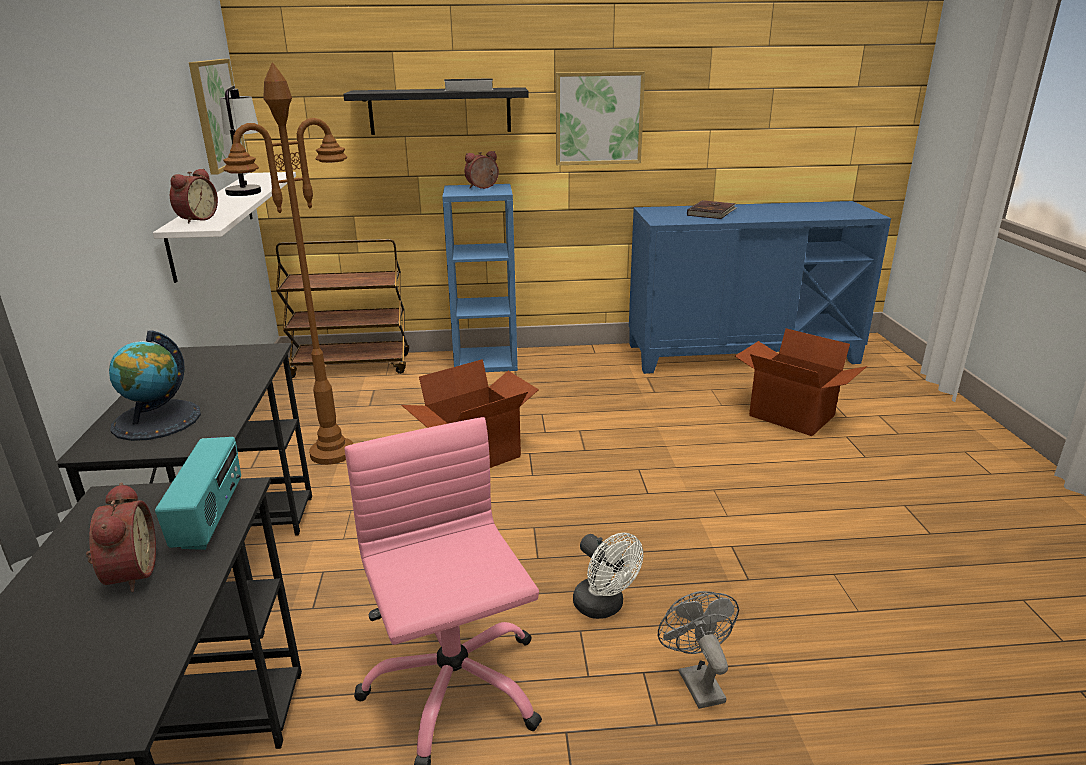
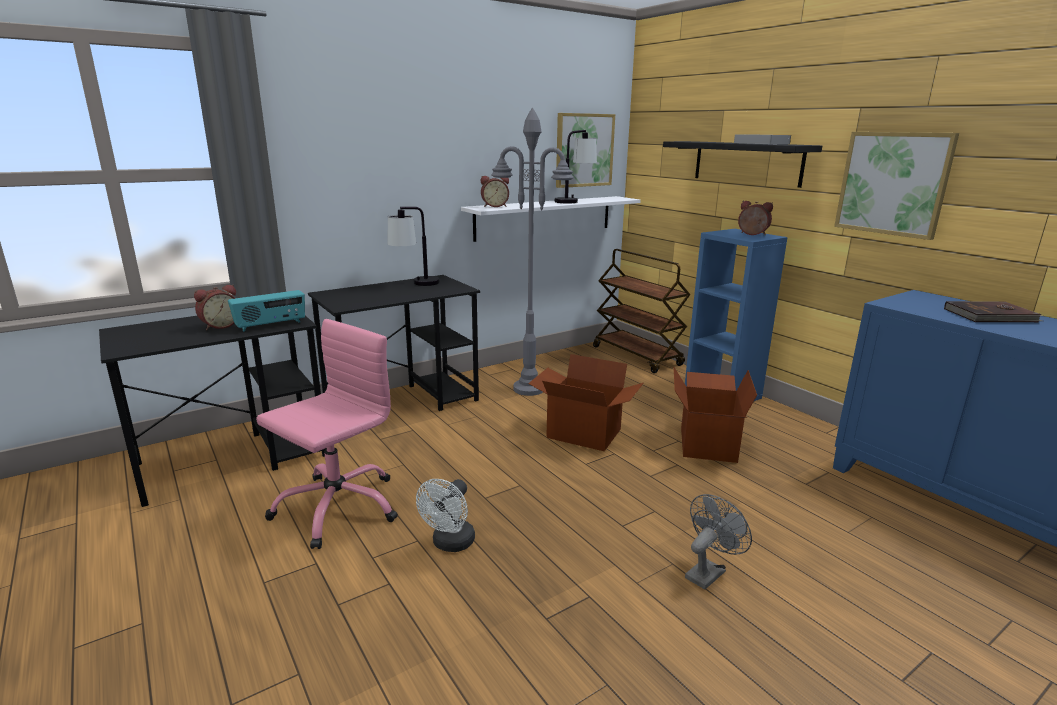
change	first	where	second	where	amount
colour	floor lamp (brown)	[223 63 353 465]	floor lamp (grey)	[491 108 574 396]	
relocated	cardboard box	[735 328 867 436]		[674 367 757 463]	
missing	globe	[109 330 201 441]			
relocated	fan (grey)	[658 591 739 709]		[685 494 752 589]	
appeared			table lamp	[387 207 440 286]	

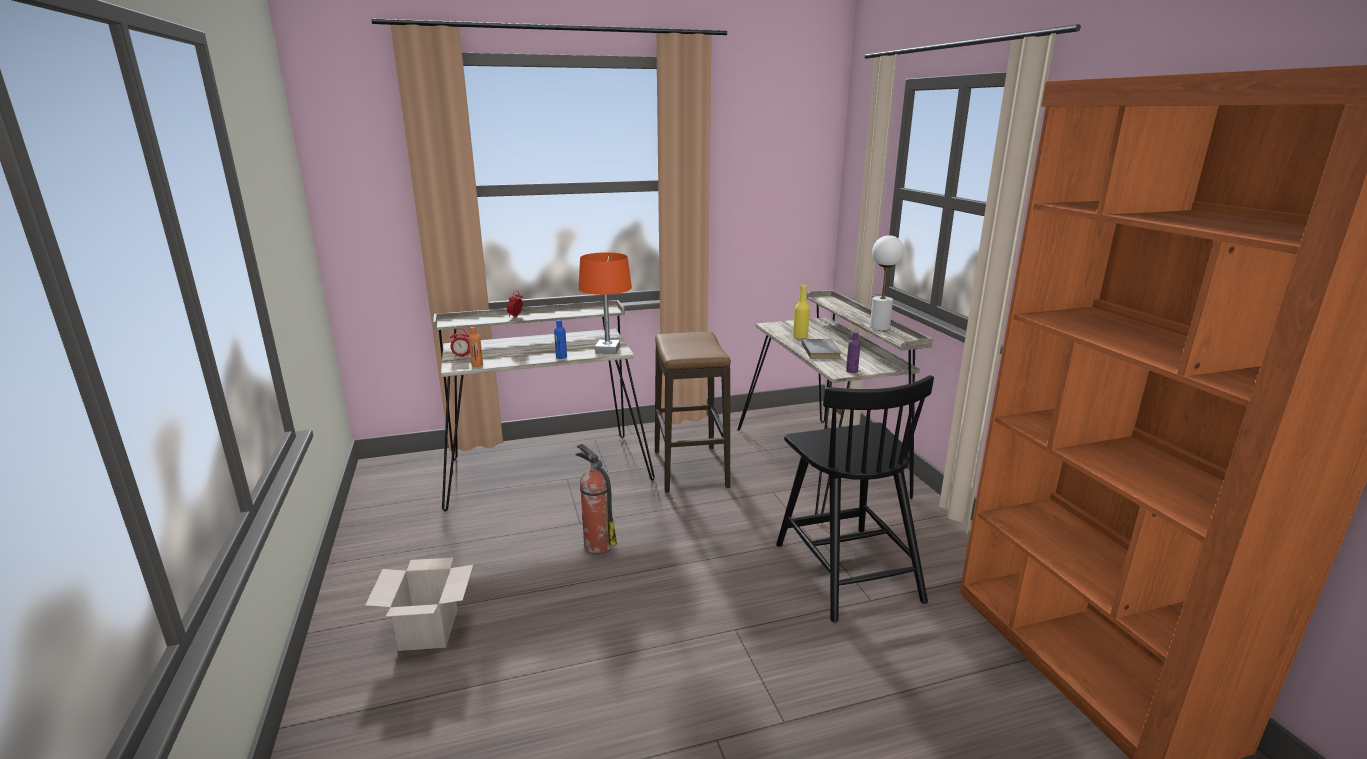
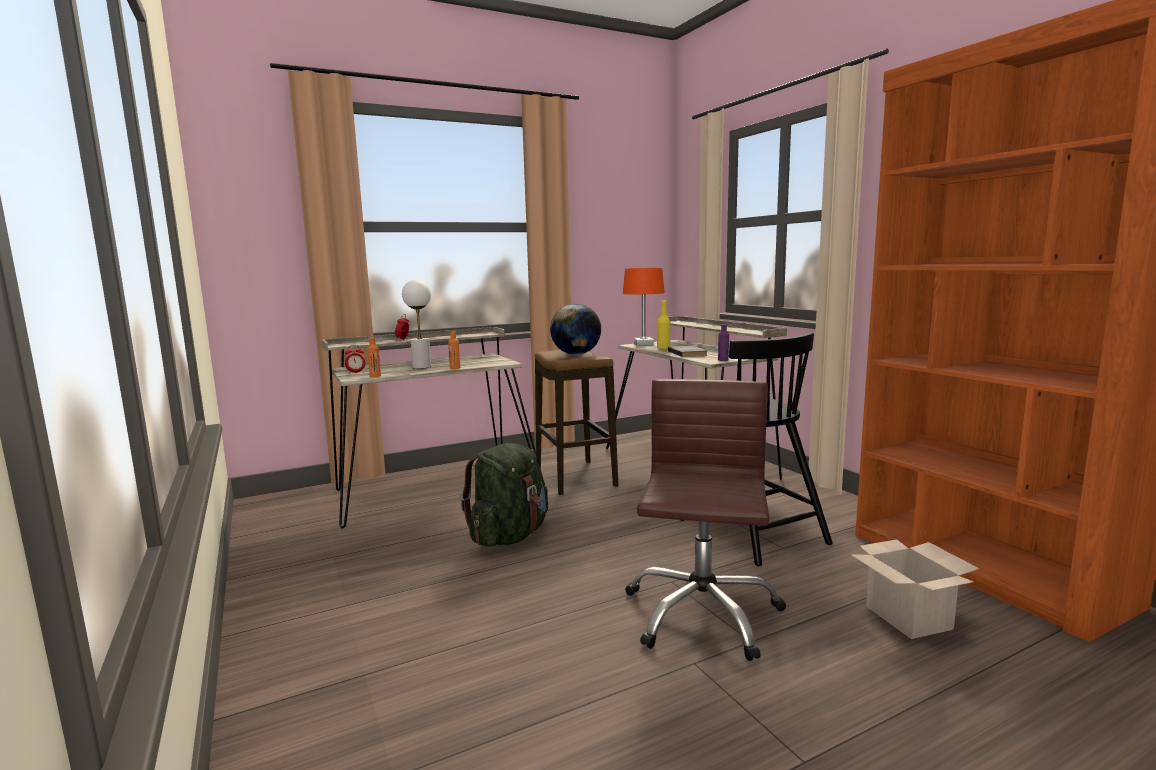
change	first	where	second	where	amount
relocated	table lamp (white)	[870 235 904 331]		[402 280 431 369]	
relocated	table lamp (orange)	[578 252 632 354]		[623 268 665 346]	
colour	bottle (blue)	[554 320 567 359]	bottle (orange)	[448 331 460 369]	
exchanged	fire extinguisher	[576 444 617 553]	backpack (green)	[461 443 548 547]	
relocated	cardboard box	[365 558 473 651]		[851 539 980 639]	
appeared			globe	[550 304 601 355]	
appeared			office chair (brown)	[625 379 786 661]	

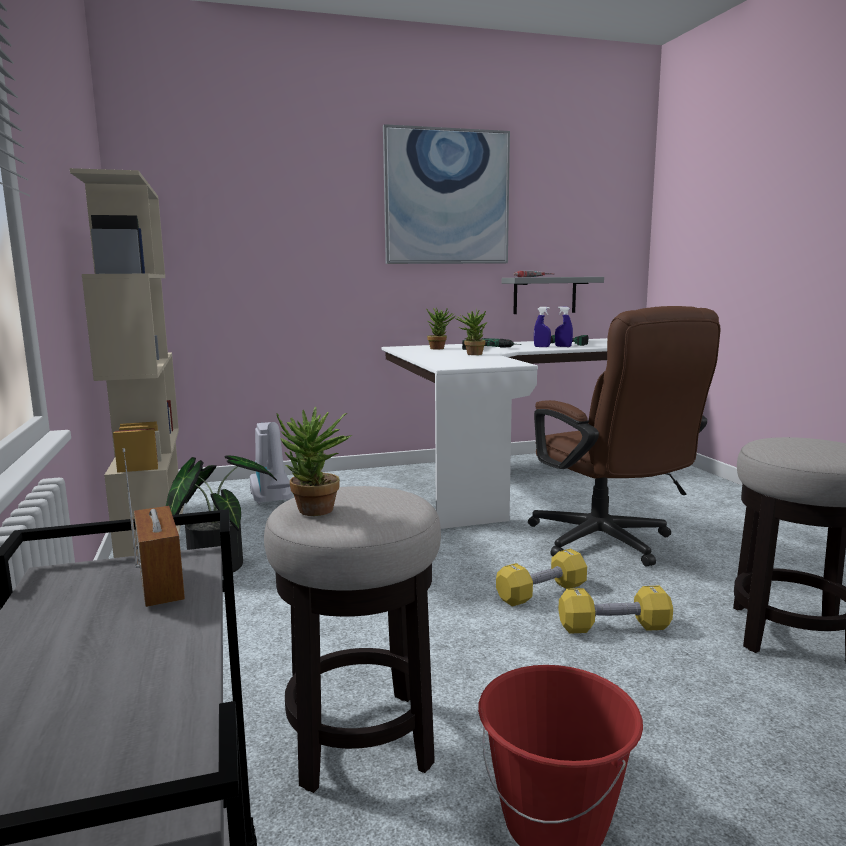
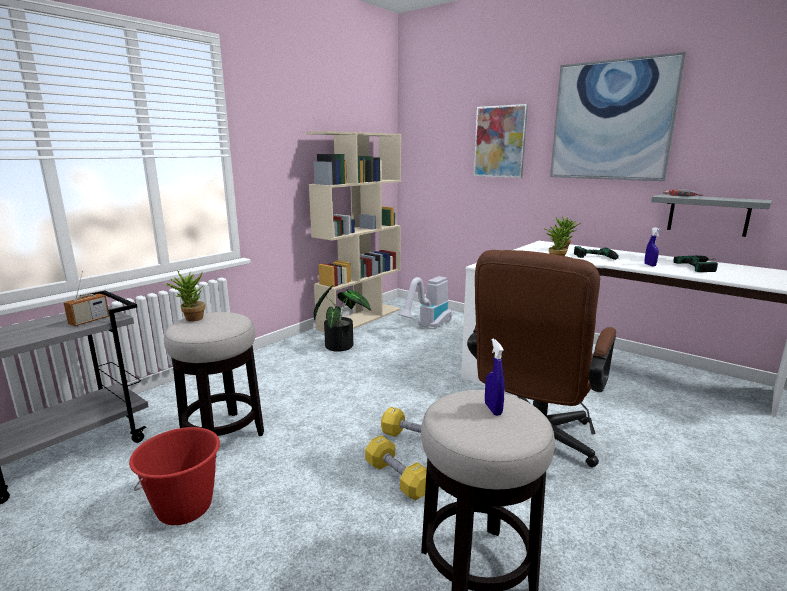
change	first	where	second	where	amount
relocated	spray bottle (blue)	[555 306 573 347]		[485 339 505 416]	
appeared			picture	[474 104 528 178]	

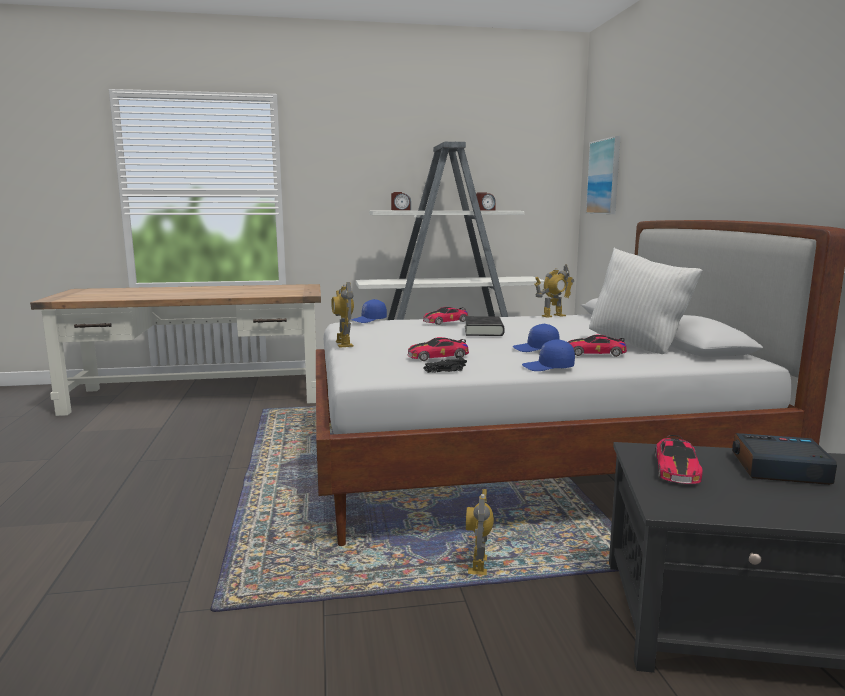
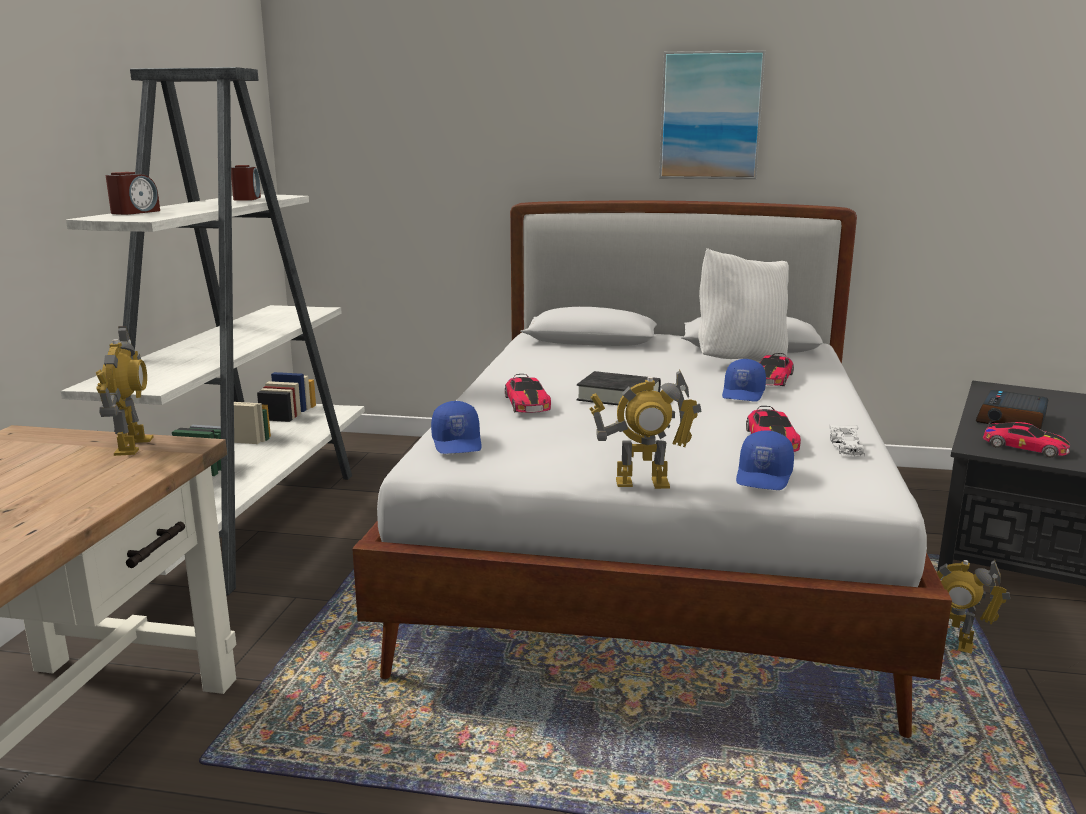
change	first	where	second	where	amount
relocated	picture	[586 136 621 214]		[659 50 765 179]	
relocated	toy robot	[534 265 574 318]		[96 326 153 456]	
relocated	cap (blue)	[522 339 575 371]		[736 430 794 490]	
colour	toy car (black)	[424 356 467 373]	toy car (white)	[829 424 865 457]	

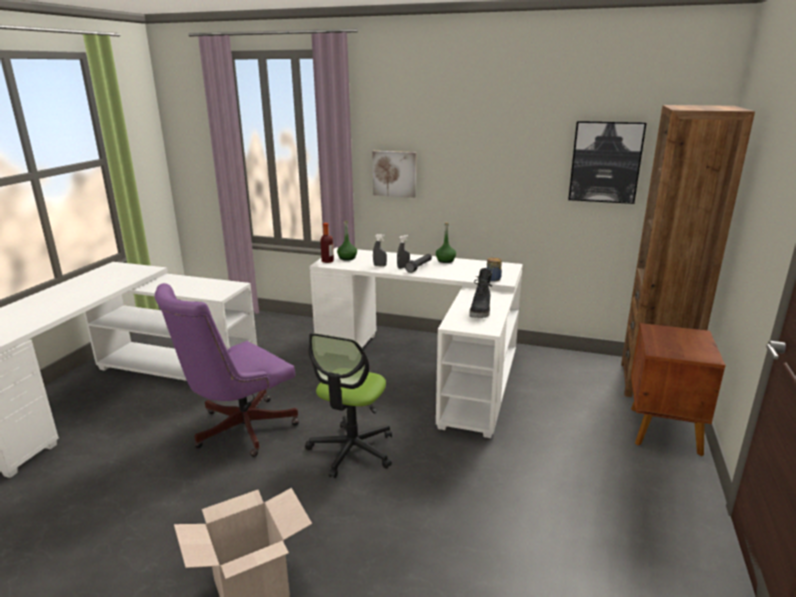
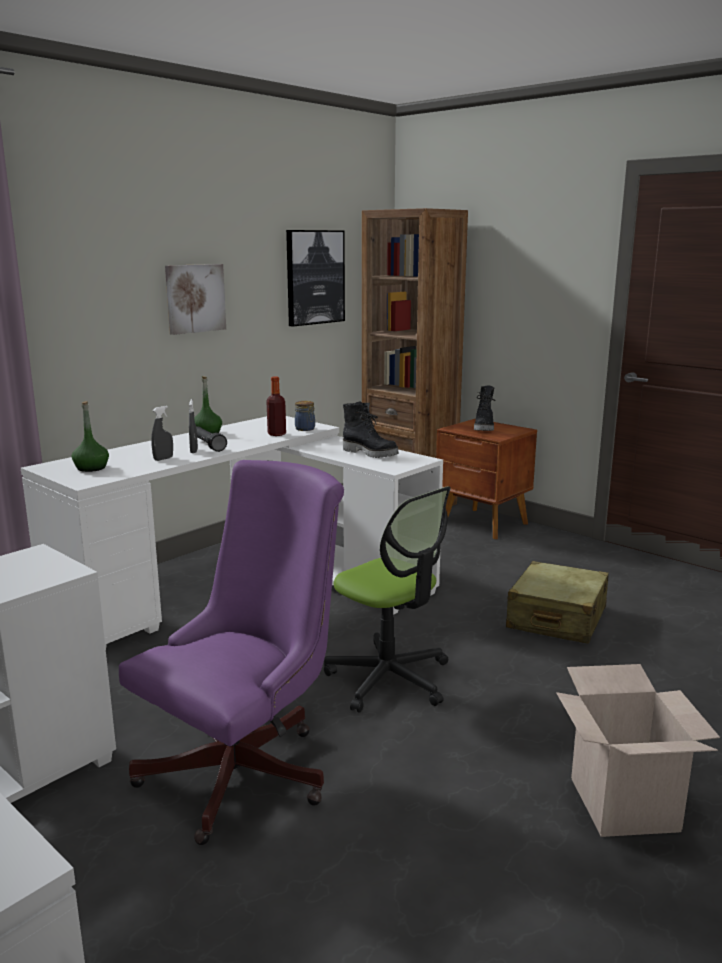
change	first	where	second	where	amount
relocated	picture	[372 151 416 198]		[165 264 226 335]	
relocated	bottle	[320 223 334 263]		[266 376 286 436]	
spun	office chair (purple)	[155 283 299 457]		[119 460 344 845]	120 degrees counterclockwise
appeared			boot (black)	[474 385 496 431]	
appeared			suitcase (beige)	[506 561 609 644]	

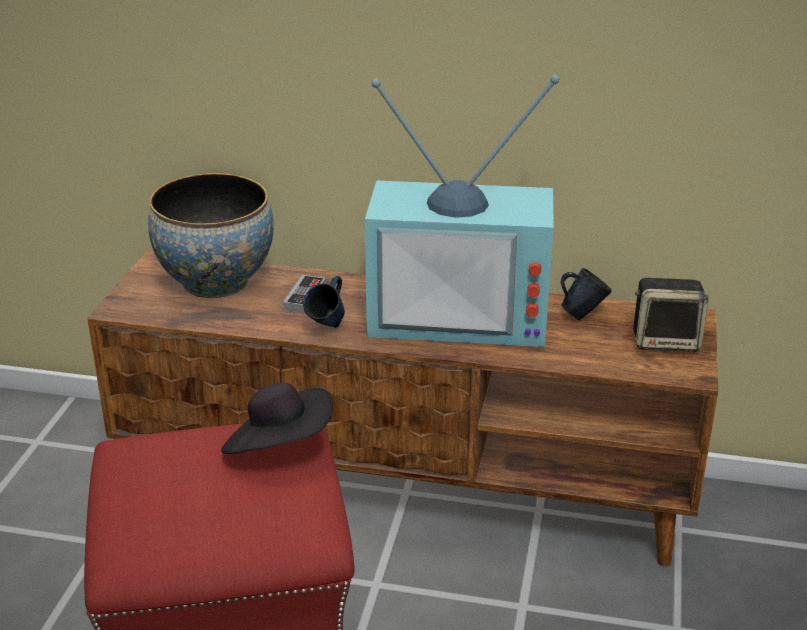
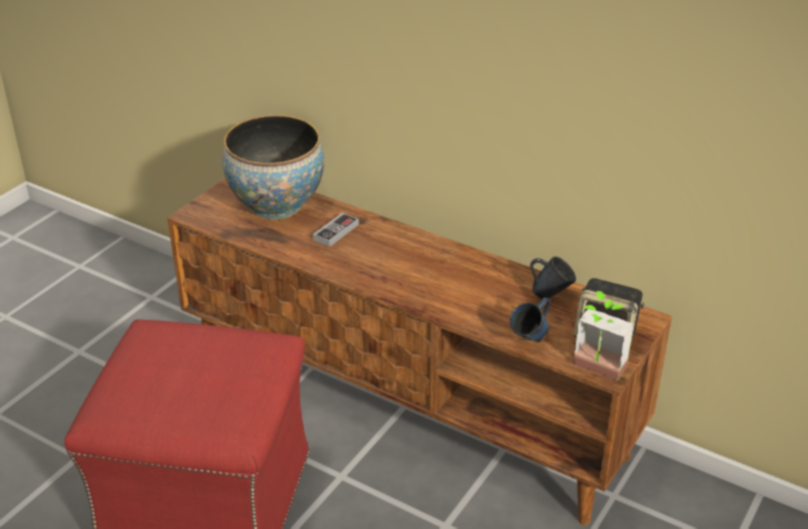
change	first	where	second	where	amount
missing	television	[365 75 560 347]			
relocated	mug (blue)	[303 276 345 328]		[510 297 551 342]	
missing	hat (black)	[221 383 333 454]			
appeared			potted plant	[574 291 634 381]	

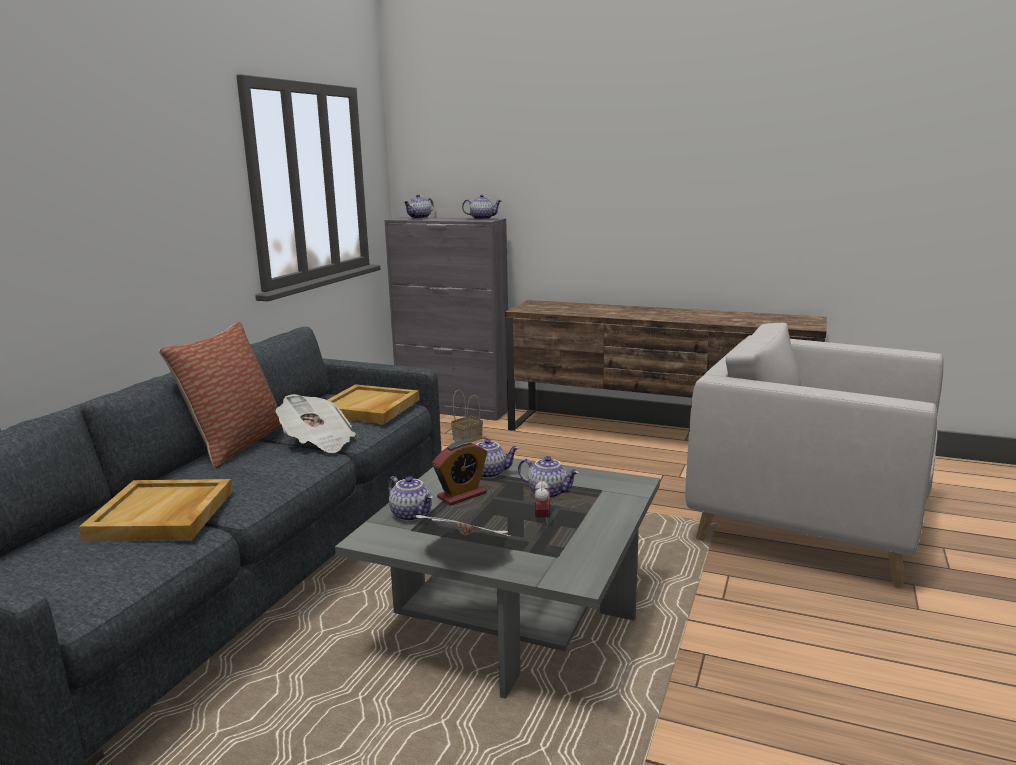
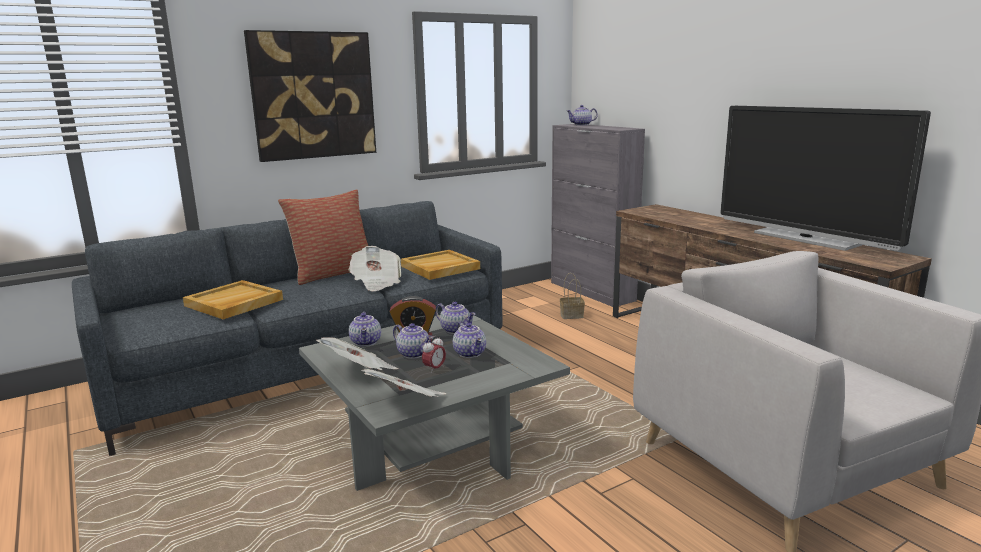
change	first	where	second	where	amount
relocated	teapot	[462 195 501 220]		[393 323 433 359]	
appeared			picture	[244 30 376 162]	
appeared			television	[720 106 931 251]	
appeared			newspaper	[361 369 447 397]	

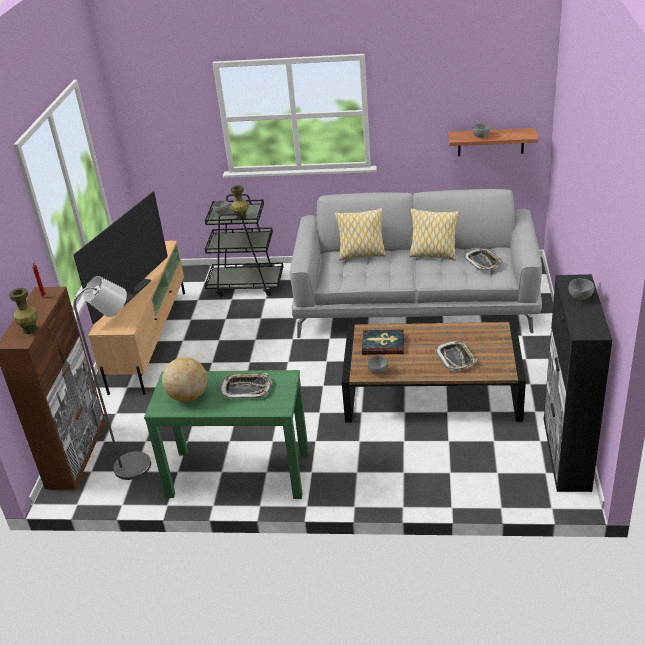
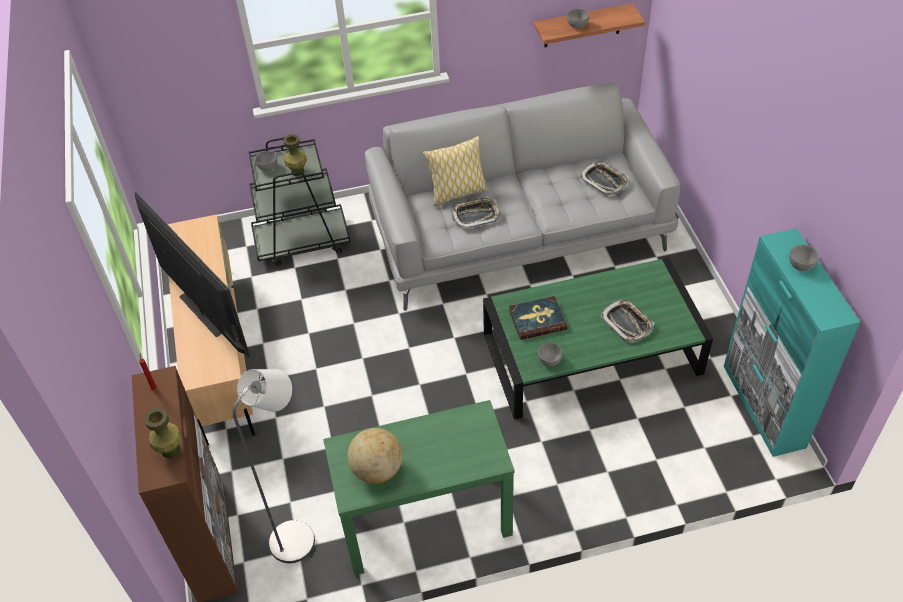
change	first	where	second	where	amount
spun	television	[73 192 168 324]		[135 192 250 357]	45 degrees counterclockwise
missing	pillow	[409 208 459 261]			
colour	cabinet (black)	[544 274 612 492]	cabinet (turquoise)	[724 228 860 457]	
colour	coffee table (brown)	[342 322 526 422]	coffee table (green)	[483 258 713 420]	
relocated	tray	[220 373 272 398]		[450 197 501 228]	

